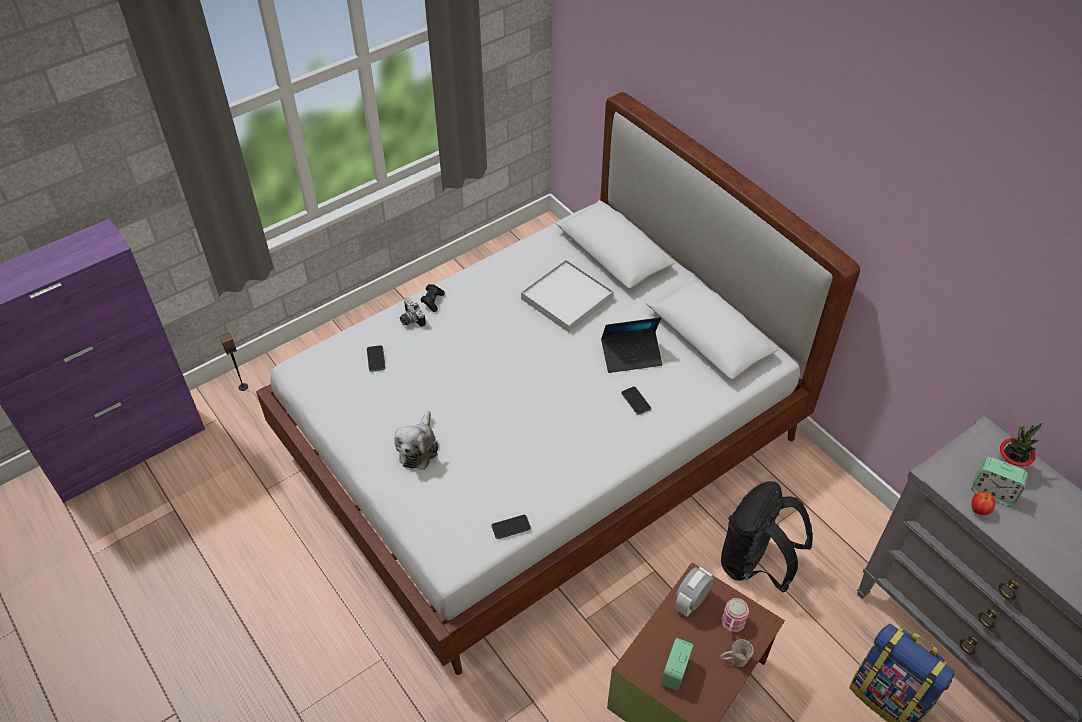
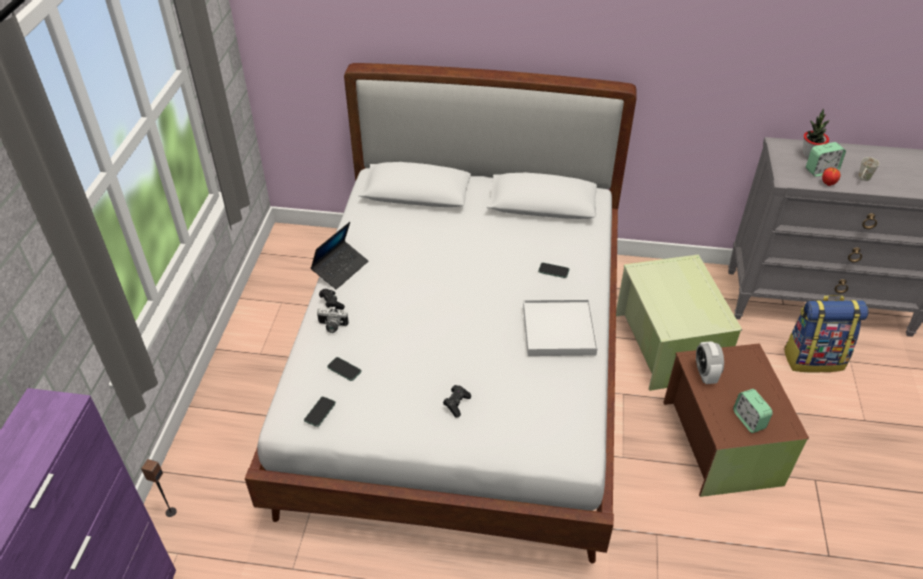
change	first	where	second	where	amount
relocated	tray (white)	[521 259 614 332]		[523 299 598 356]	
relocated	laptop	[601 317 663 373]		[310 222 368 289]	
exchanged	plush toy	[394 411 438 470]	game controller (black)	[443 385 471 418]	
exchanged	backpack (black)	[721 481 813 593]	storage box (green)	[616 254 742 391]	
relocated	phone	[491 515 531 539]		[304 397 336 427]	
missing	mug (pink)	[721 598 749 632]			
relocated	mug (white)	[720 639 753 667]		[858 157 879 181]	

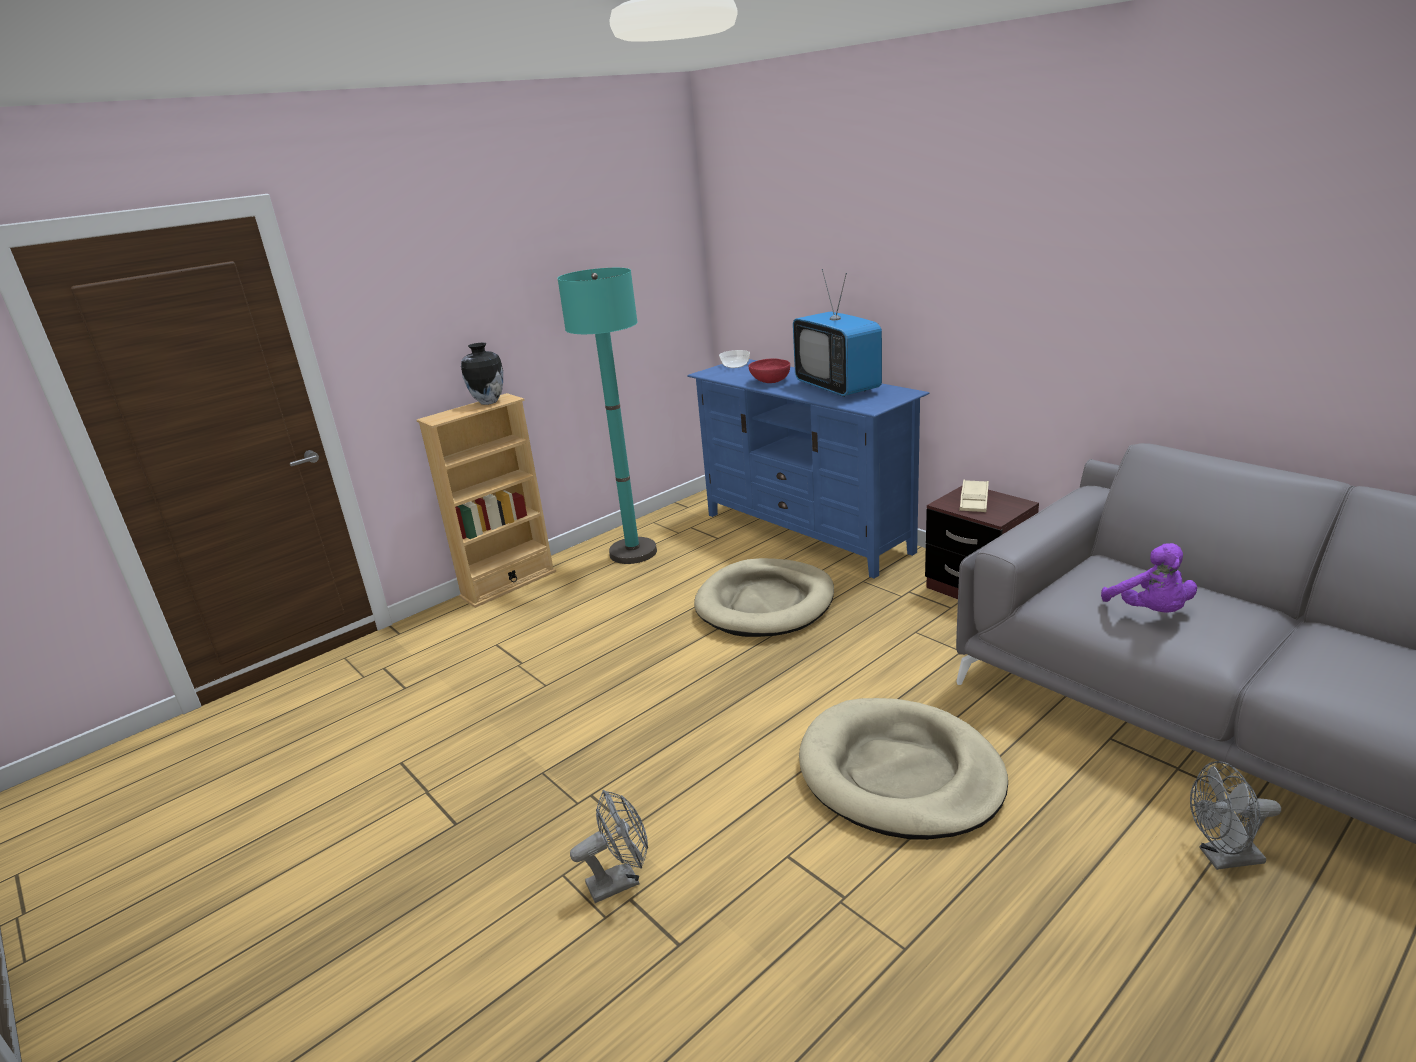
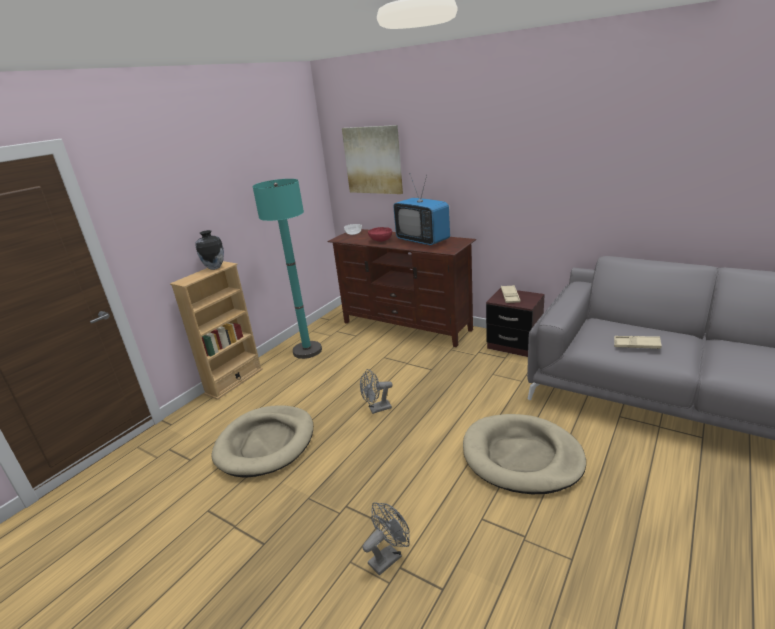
change	first	where	second	where	amount
colour	tv stand (blue)	[687 359 930 579]	tv stand (brown)	[327 229 476 347]	
exchanged	plush toy (purple)	[1101 543 1197 613]	tray (beige)	[614 336 662 349]	
relocated	dog bed (beige)	[694 558 834 637]		[211 405 313 478]	
relocated	fan (grey)	[1190 761 1281 870]		[360 369 393 414]	
appeared			picture	[342 125 403 194]	

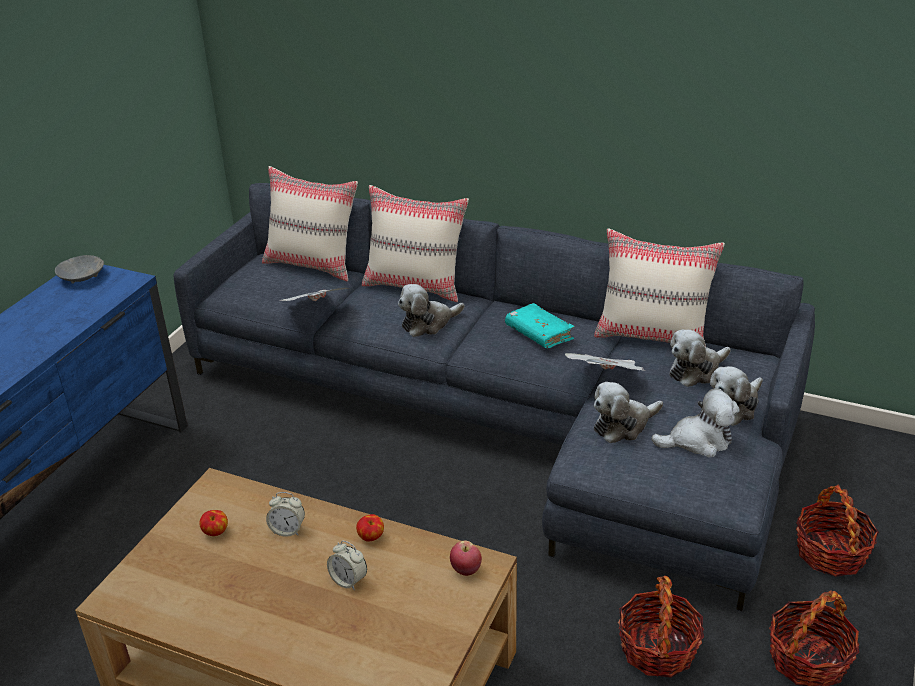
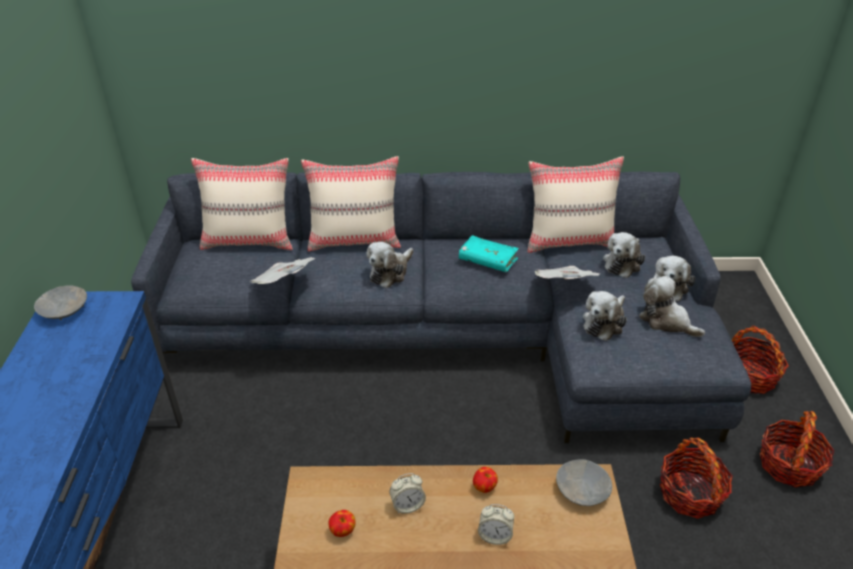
change	first	where	second	where	amount
spun	plush toy	[651 388 740 458]		[639 276 705 337]	105 degrees counterclockwise
exchanged	apple	[450 541 482 576]	bowl (grey)	[556 459 612 506]	

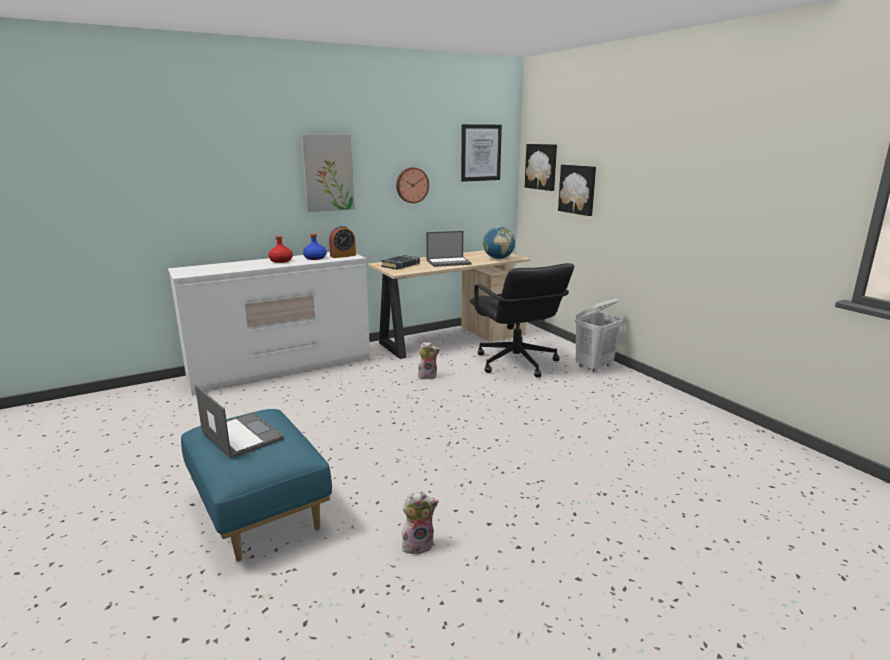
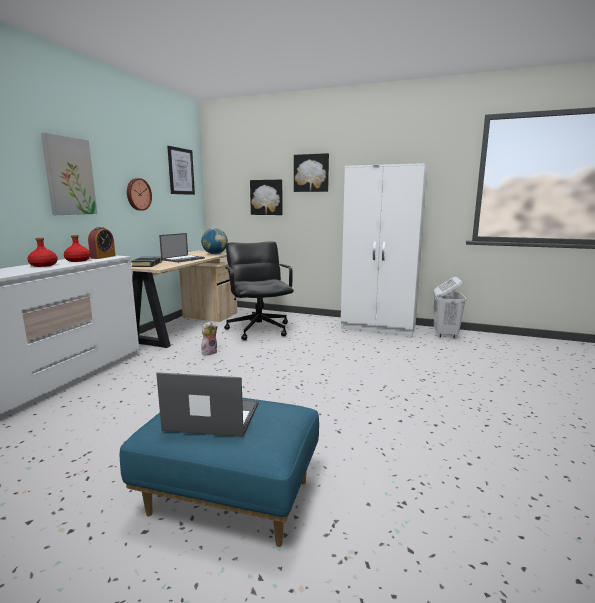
change	first	where	second	where	amount
relocated	picture	[525 144 557 191]		[294 153 329 192]	
colour	bottle (blue)	[303 234 326 260]	bottle (red)	[64 235 91 262]	
spun	office chair (black)	[470 263 574 378]		[224 241 294 340]	135 degrees counterclockwise
relocated	laundry basket (white)	[575 298 623 372]		[434 277 466 338]	
missing	plush toy	[402 491 438 554]			
appeared			wardrobe (white)	[341 163 427 336]	

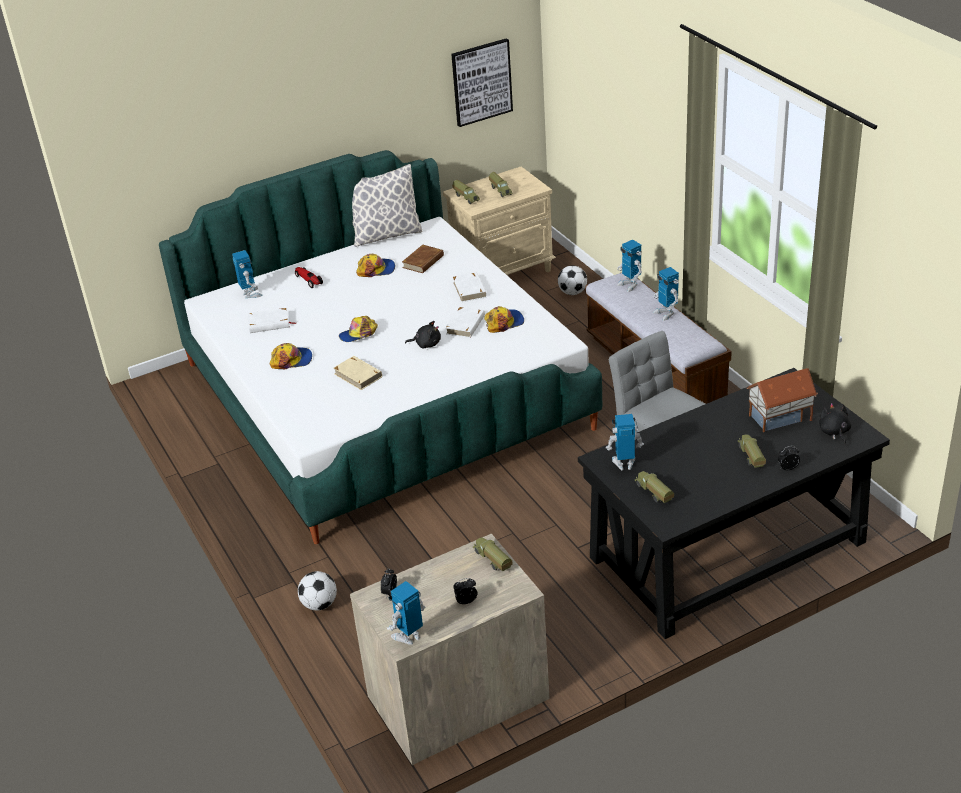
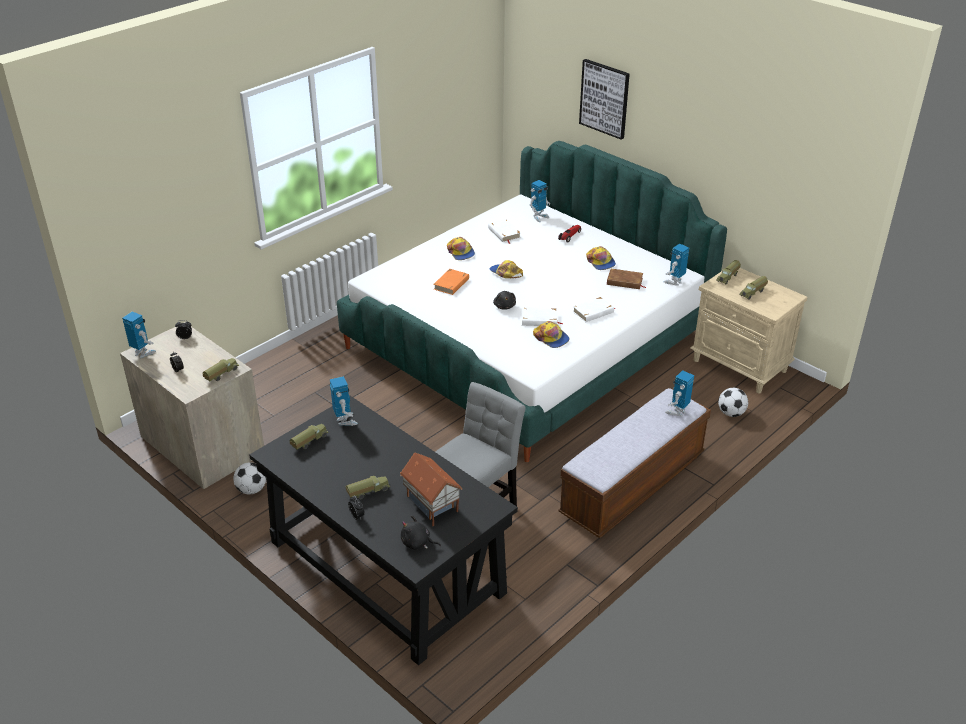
change	first	where	second	where	amount
relocated	picture	[451 38 513 127]		[579 59 630 140]	
missing	pillow	[352 164 423 247]			
relocated	toy robot	[653 267 679 321]		[664 244 689 286]	
colour	book (beige)	[333 356 382 390]	book (orange)	[434 269 469 295]	
spun	plush toy (black)	[819 403 851 445]		[401 516 441 550]	135 degrees counterclockwise
relocated	football	[298 571 337 611]		[233 462 266 495]	

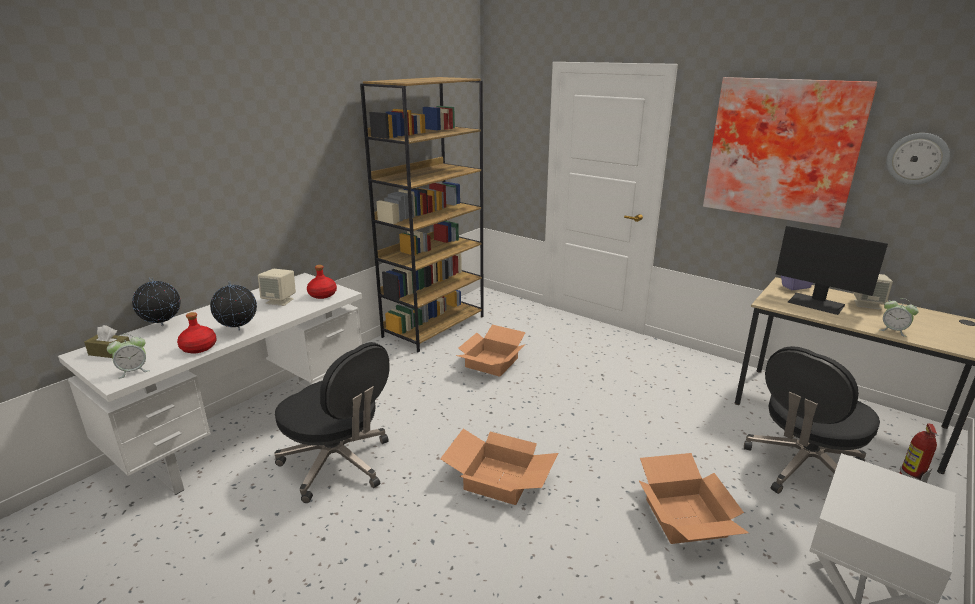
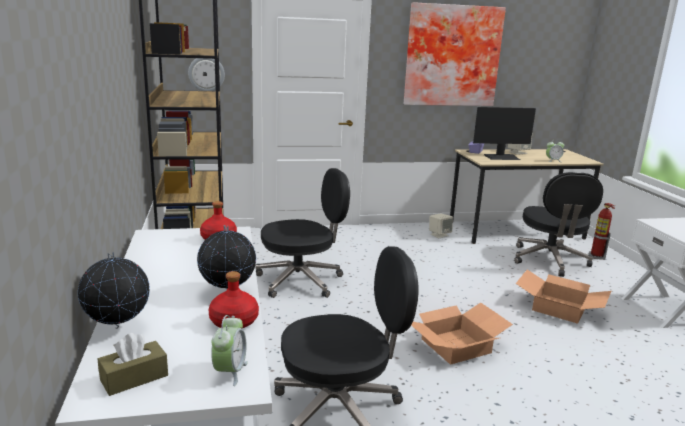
change	first	where	second	where	amount
relocated	wall clock	[886 133 950 185]		[188 58 225 91]	
relocated	speaker (beige)	[258 269 296 306]		[429 213 453 238]	
exchanged	cardboard box	[455 325 526 377]	office chair (black)	[256 168 350 298]	

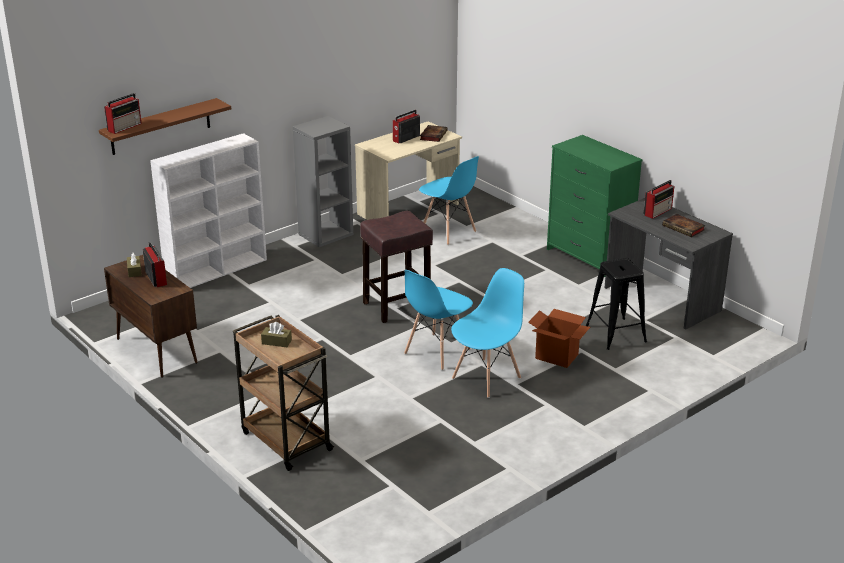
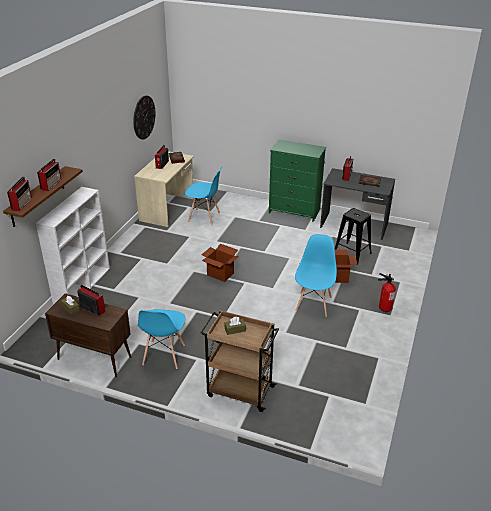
change	first	where	second	where	amount
missing	bookcase (grey)	[293 116 353 247]			
exchanged	stool (brown)	[360 210 433 323]	cardboard box	[201 244 239 282]	
relocated	chair (blue)	[404 270 473 370]		[138 309 186 369]	
appeared			wall clock	[133 96 156 139]	
appeared			radio	[37 159 61 191]	
appeared			fire extinguisher	[378 273 396 312]	

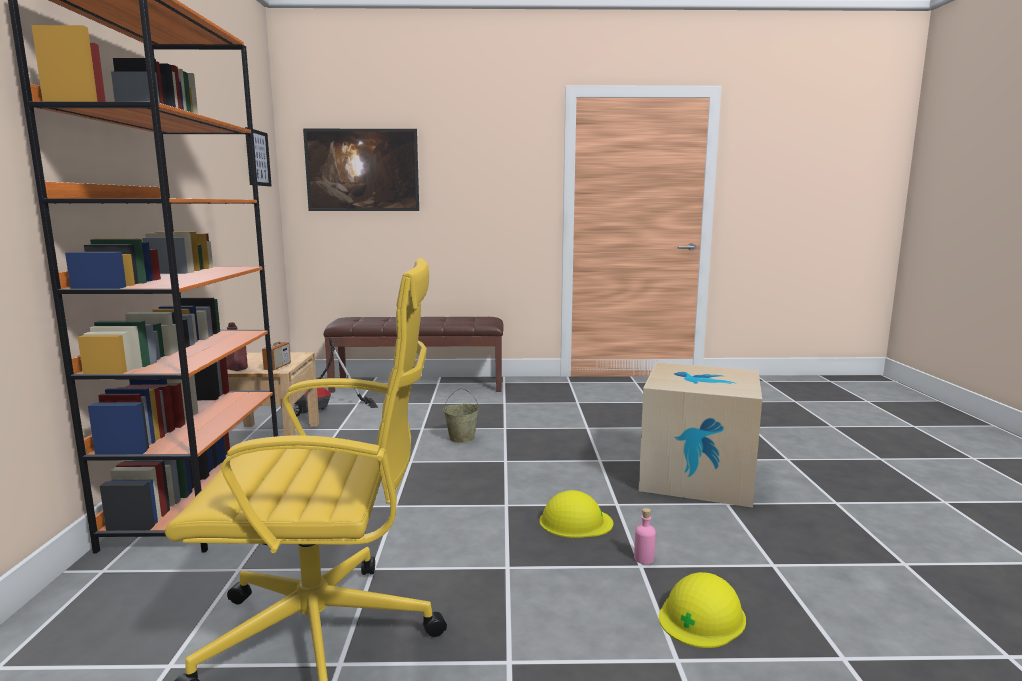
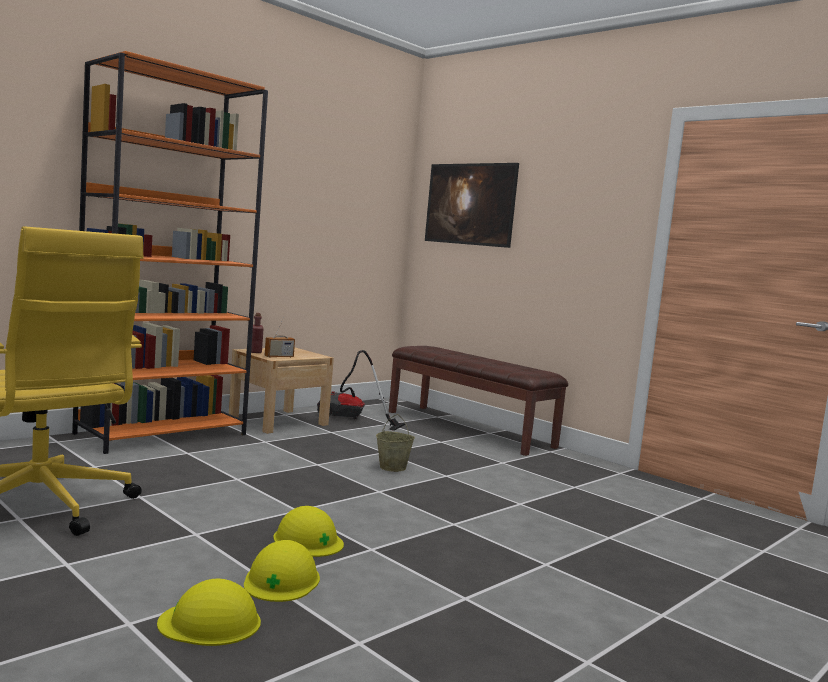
change	first	where	second	where	amount
missing	picture	[245 127 272 186]			
missing	cardboard box	[639 362 762 508]			
exchanged	bottle (pink)	[634 508 656 564]	hard hat (yellow)	[244 540 320 602]	

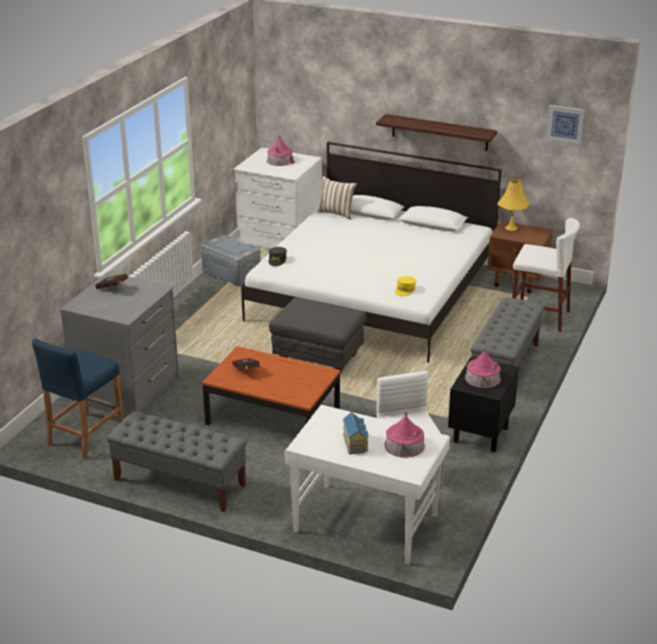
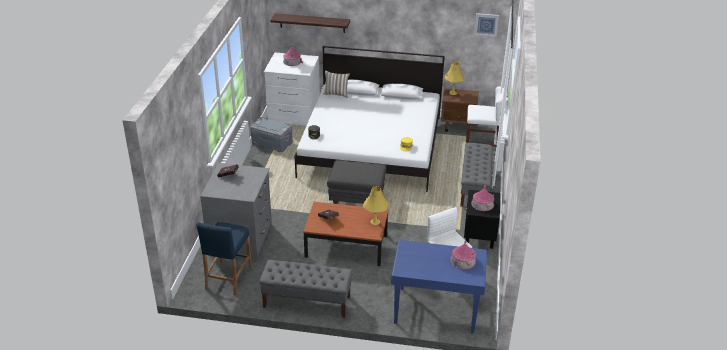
change	first	where	second	where	amount
relocated	shelf	[376 114 497 151]		[270 13 350 33]	
colour	desk (white)	[285 405 450 565]	desk (blue)	[391 240 487 334]	
missing	toy house	[343 412 368 454]			
appeared			table lamp (yellow)	[363 186 389 225]	

